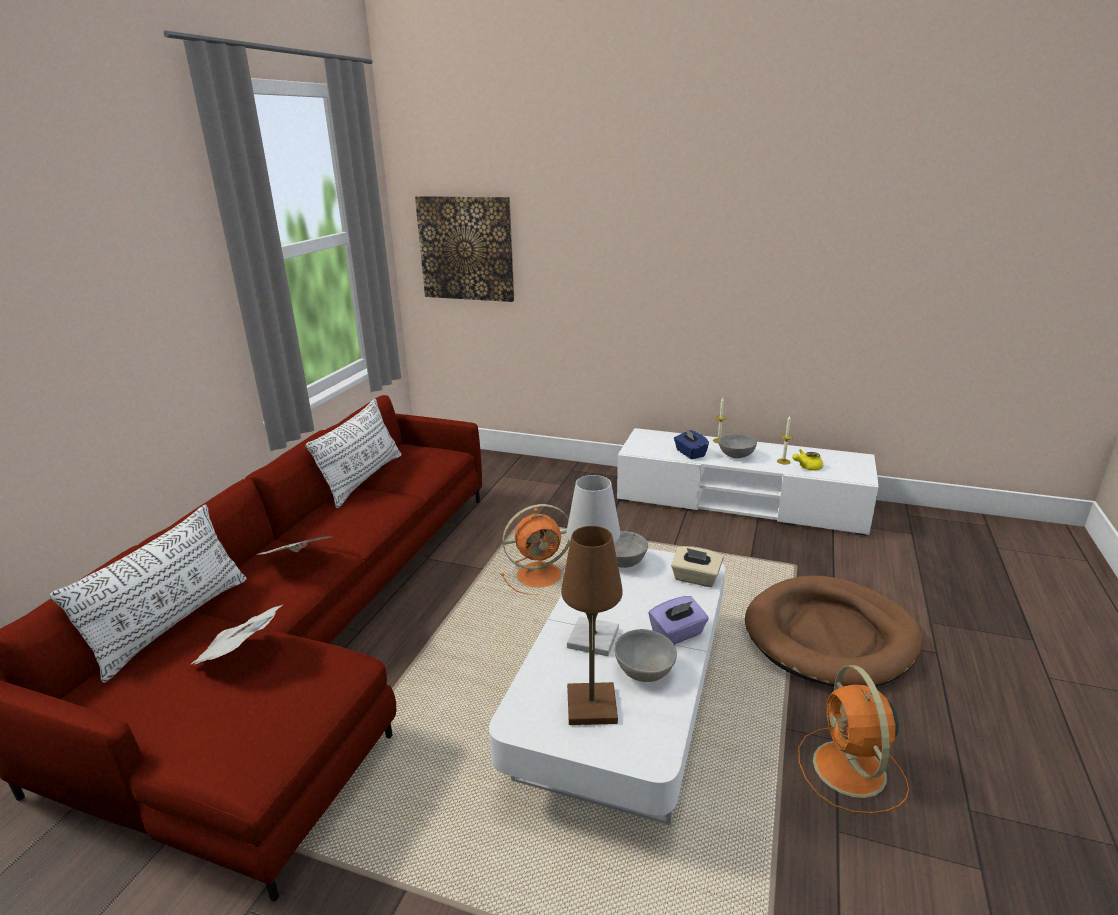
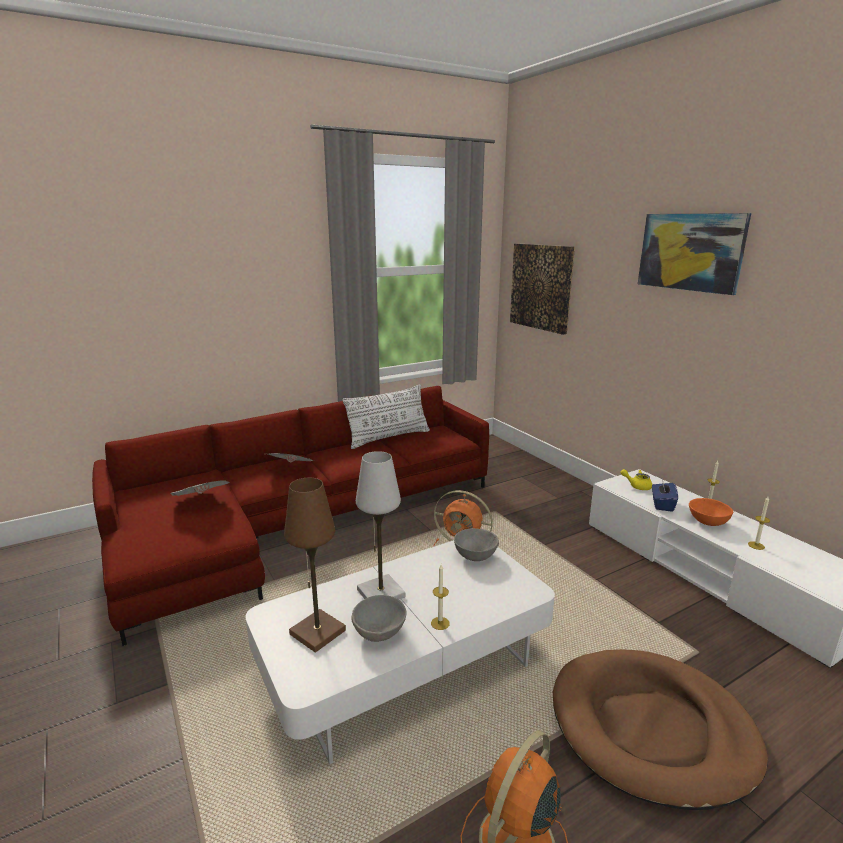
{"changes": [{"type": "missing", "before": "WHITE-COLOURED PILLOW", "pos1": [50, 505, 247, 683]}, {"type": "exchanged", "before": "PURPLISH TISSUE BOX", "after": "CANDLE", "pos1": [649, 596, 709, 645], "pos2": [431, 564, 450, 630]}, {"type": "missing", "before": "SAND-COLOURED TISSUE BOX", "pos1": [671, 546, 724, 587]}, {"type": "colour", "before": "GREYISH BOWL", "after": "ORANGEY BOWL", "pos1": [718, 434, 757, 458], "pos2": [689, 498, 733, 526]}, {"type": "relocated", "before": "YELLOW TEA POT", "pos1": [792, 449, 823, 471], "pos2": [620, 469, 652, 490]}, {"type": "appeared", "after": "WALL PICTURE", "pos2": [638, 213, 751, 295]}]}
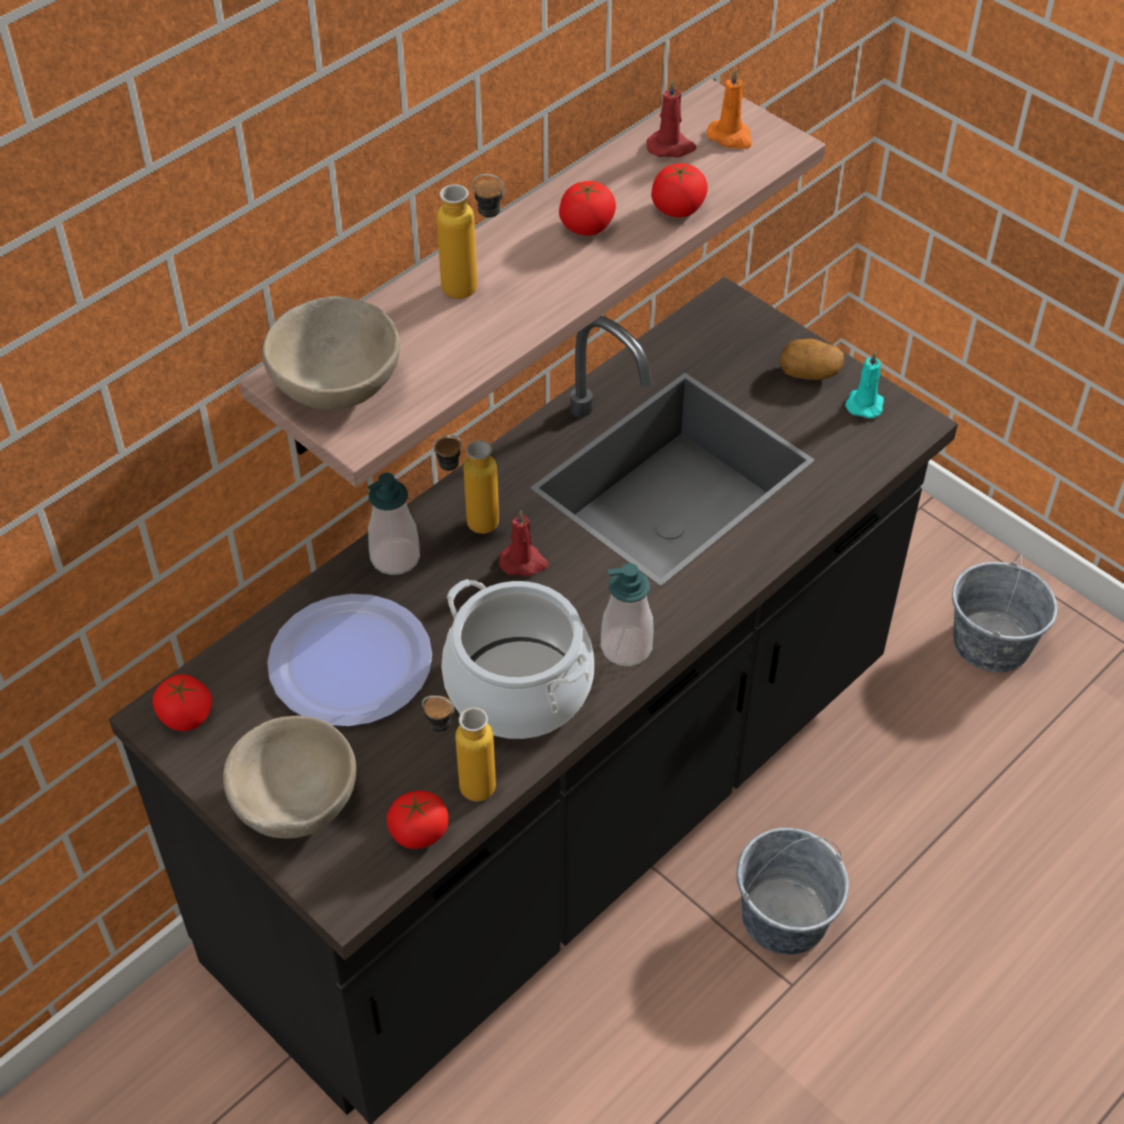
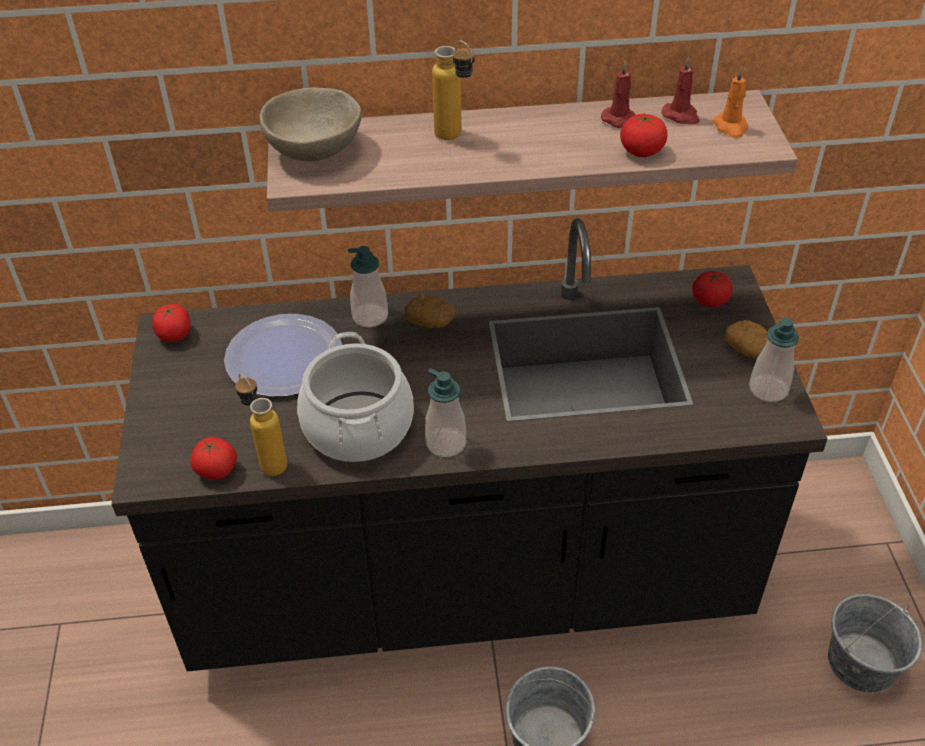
{"changes": [{"type": "missing", "before": "SAND-COLOURED BOWL", "pos1": [223, 716, 356, 839]}, {"type": "exchanged", "before": "BEVERAGE BOTTLE", "after": "WHOLE POTATO", "pos1": [433, 435, 499, 534], "pos2": [404, 295, 455, 328]}, {"type": "relocated", "before": "RED CANDLE", "pos1": [499, 510, 548, 576], "pos2": [601, 61, 635, 129]}, {"type": "relocated", "before": "WHOLE TOMATO", "pos1": [559, 181, 616, 236], "pos2": [692, 271, 733, 308]}, {"type": "exchanged", "before": "TURQUOISE CANDLE", "after": "SOAP BOTTLE", "pos1": [845, 351, 884, 419], "pos2": [749, 318, 799, 402]}]}
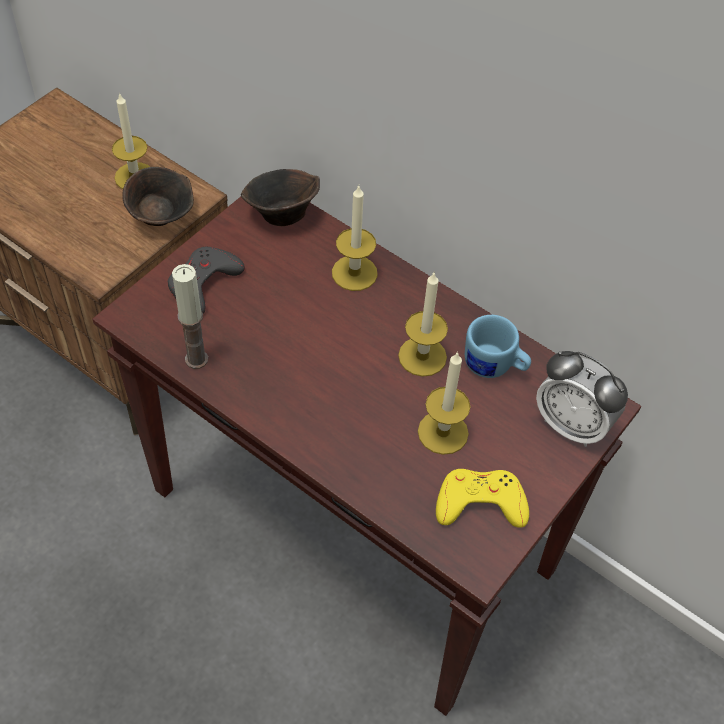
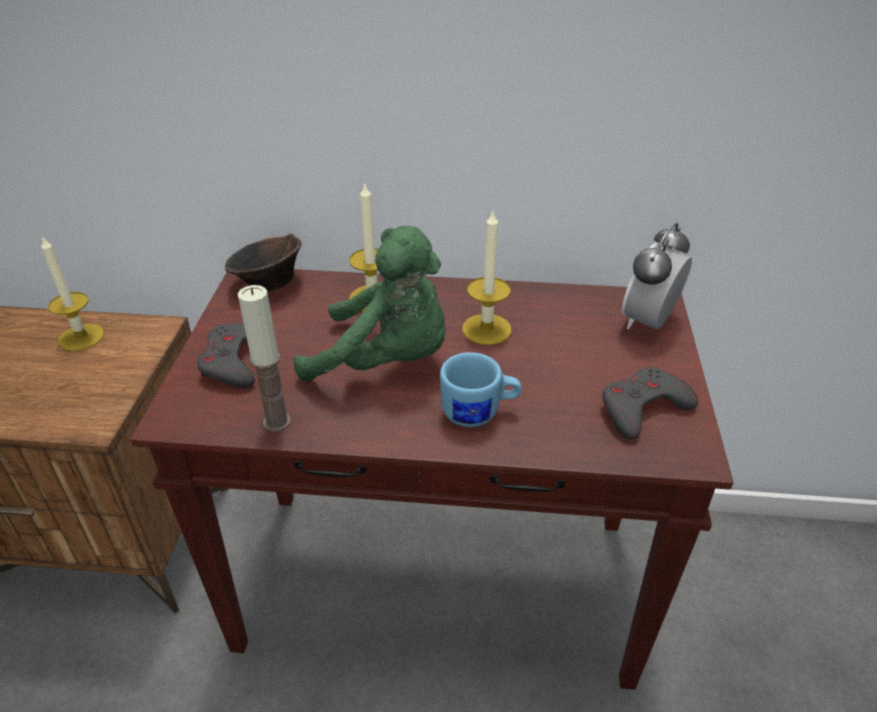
{"changes": [{"type": "missing", "before": "BROWNISH BOWL", "pos1": [122, 167, 194, 226]}, {"type": "missing", "before": "CANDLE", "pos1": [418, 351, 471, 455]}, {"type": "colour", "before": "YELLOW GAME CONTROLLER", "after": "GREYISH GAME CONTROLLER", "pos1": [436, 469, 529, 528], "pos2": [602, 367, 698, 440]}, {"type": "relocated", "before": "BLUISH TEA MUG", "pos1": [465, 315, 531, 378], "pos2": [440, 352, 522, 427]}, {"type": "spun", "before": "TABLE CLOCK", "pos1": [536, 351, 628, 447], "pos2": [621, 223, 692, 330], "turn": 120}, {"type": "appeared", "after": "GREENISH PLUSH TOY", "pos2": [294, 226, 446, 382]}]}
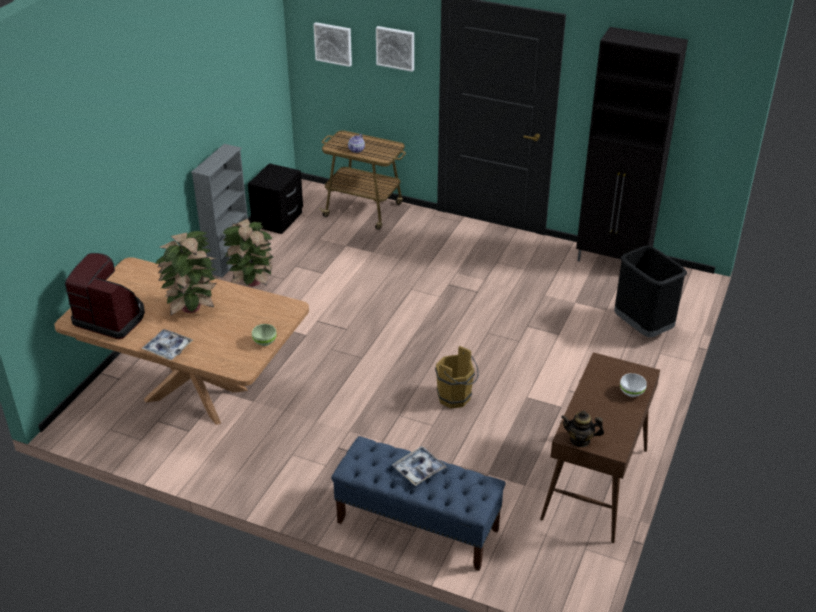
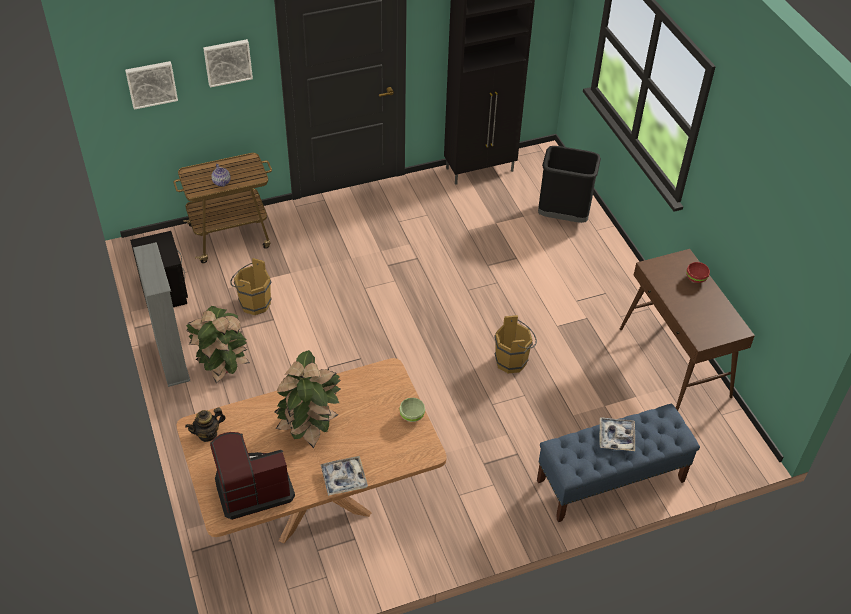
{"changes": [{"type": "relocated", "before": "TEA POT", "pos1": [561, 410, 604, 447], "pos2": [185, 408, 226, 442]}, {"type": "colour", "before": "WHITE-COLOURED BOWL", "after": "RED BOWL", "pos1": [620, 373, 647, 397], "pos2": [686, 262, 710, 283]}, {"type": "appeared", "after": "BROWNISH PAIL", "pos2": [230, 258, 272, 315]}]}
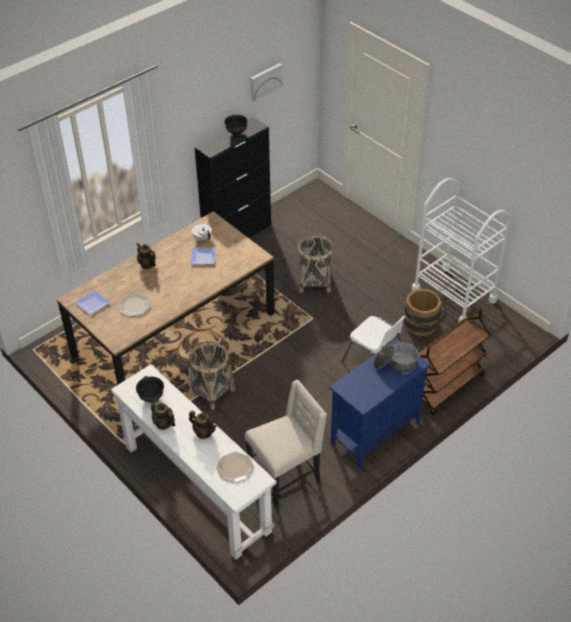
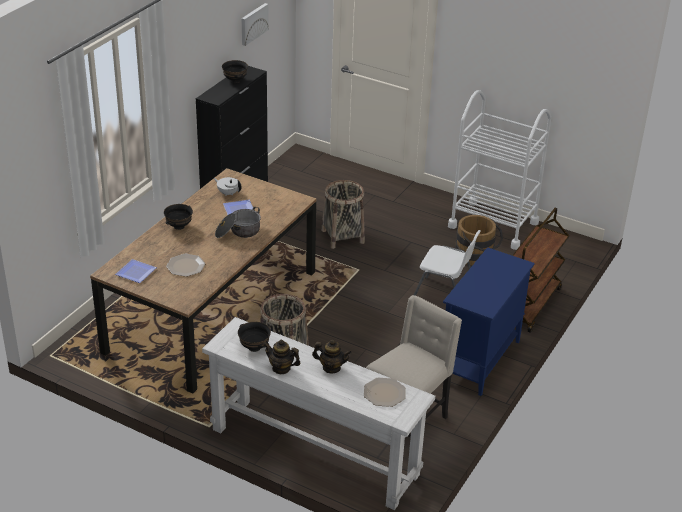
{"changes": [{"type": "exchanged", "before": "TEA POT", "after": "BLACK-COLOURED BOWL", "pos1": [137, 243, 156, 269], "pos2": [164, 204, 193, 230]}, {"type": "relocated", "before": "SAUCEPOT", "pos1": [373, 342, 420, 372], "pos2": [215, 207, 261, 238]}]}
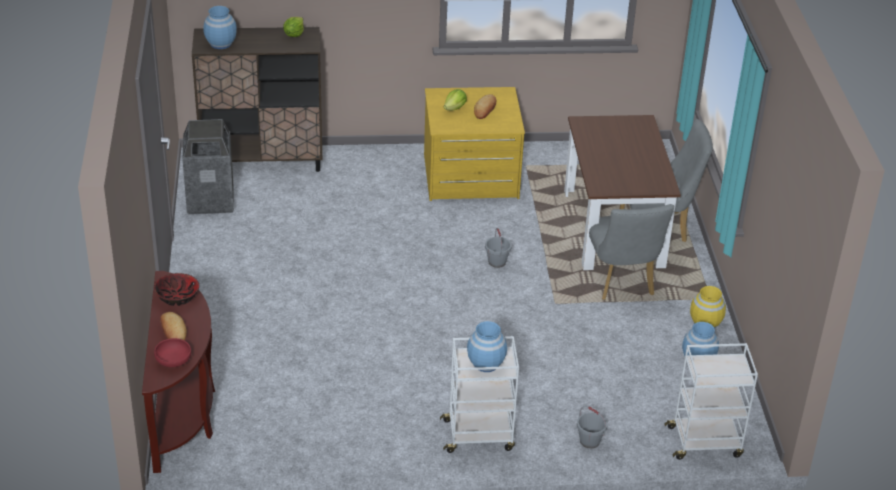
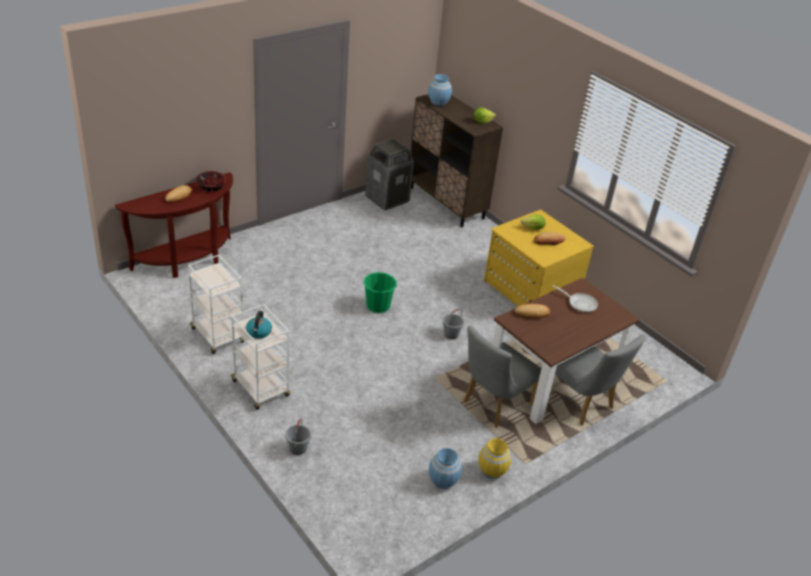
{"changes": [{"type": "missing", "before": "RED BOWL", "pos1": [154, 338, 191, 367]}, {"type": "exchanged", "before": "BLUISH FLOWER VASE", "after": "TEA KETTLE", "pos1": [467, 321, 507, 372], "pos2": [246, 311, 272, 339]}, {"type": "relocated", "before": "WHITE-COLOURED TROLLEY", "pos1": [664, 343, 758, 460], "pos2": [188, 255, 244, 354]}, {"type": "appeared", "after": "GREENISH PAIL", "pos2": [363, 272, 397, 313]}, {"type": "appeared", "after": "BREAD", "pos2": [515, 304, 550, 319]}, {"type": "appeared", "after": "FRYING PAN", "pos2": [553, 285, 598, 313]}]}
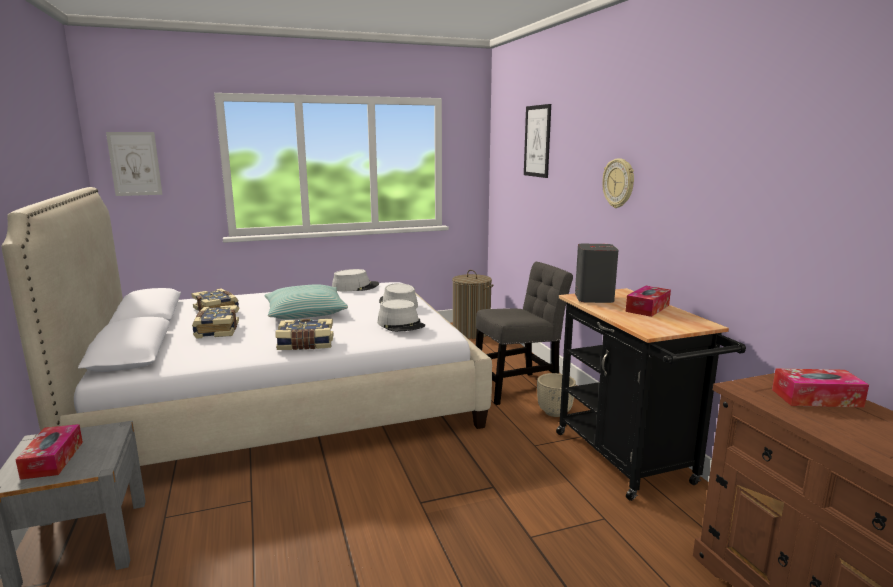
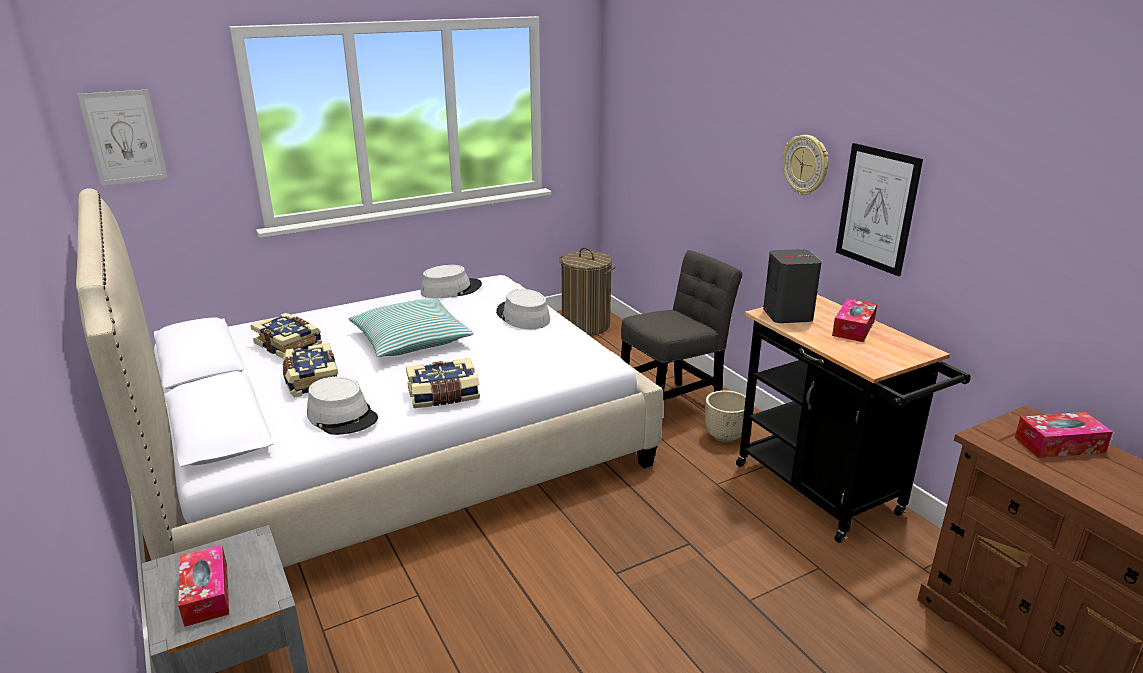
{"changes": [{"type": "relocated", "before": "GREYISH HAT", "pos1": [377, 299, 425, 332], "pos2": [307, 377, 378, 435]}, {"type": "relocated", "before": "WALL PICTURE", "pos1": [524, 104, 551, 178], "pos2": [836, 143, 923, 276]}]}
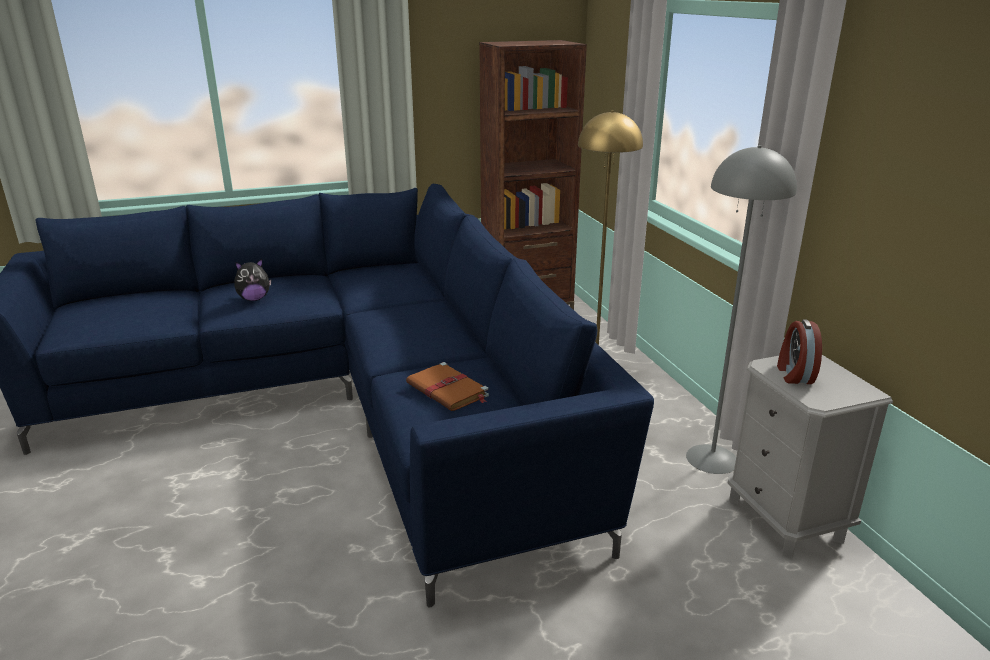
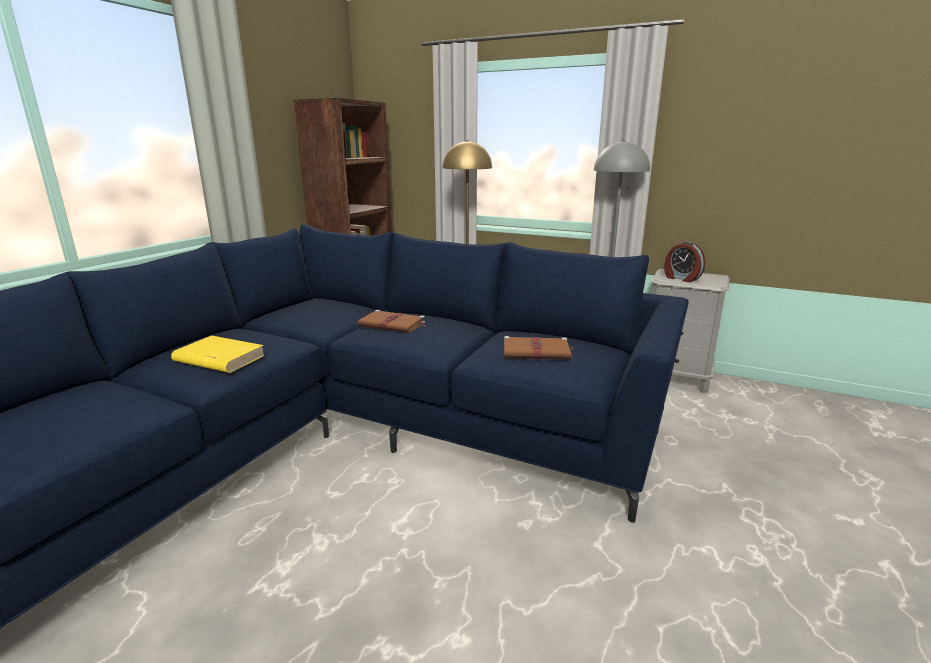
{"changes": [{"type": "exchanged", "before": "PLUSH TOY", "after": "YELLOW BOOK", "pos1": [235, 259, 271, 301], "pos2": [171, 335, 265, 373]}, {"type": "appeared", "after": "BROWNISH BOOK", "pos2": [357, 310, 425, 333]}]}
